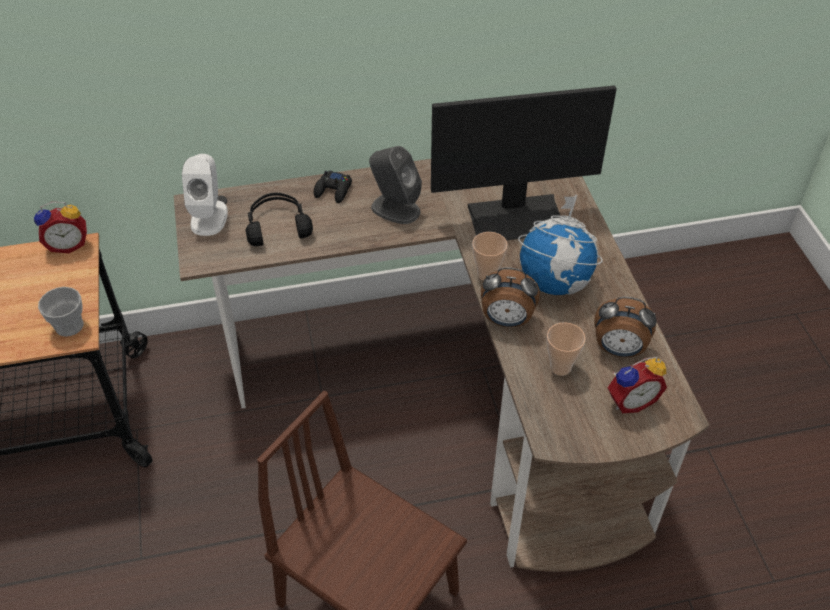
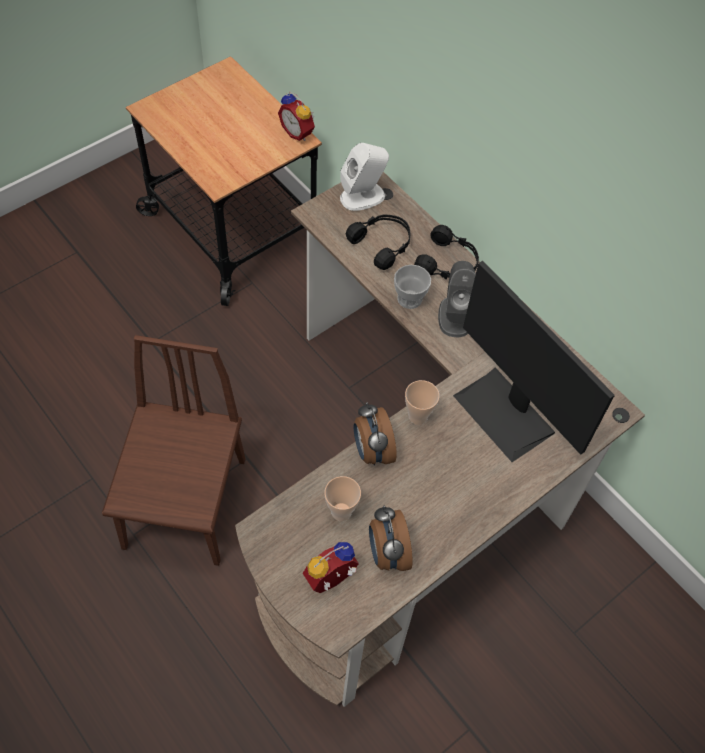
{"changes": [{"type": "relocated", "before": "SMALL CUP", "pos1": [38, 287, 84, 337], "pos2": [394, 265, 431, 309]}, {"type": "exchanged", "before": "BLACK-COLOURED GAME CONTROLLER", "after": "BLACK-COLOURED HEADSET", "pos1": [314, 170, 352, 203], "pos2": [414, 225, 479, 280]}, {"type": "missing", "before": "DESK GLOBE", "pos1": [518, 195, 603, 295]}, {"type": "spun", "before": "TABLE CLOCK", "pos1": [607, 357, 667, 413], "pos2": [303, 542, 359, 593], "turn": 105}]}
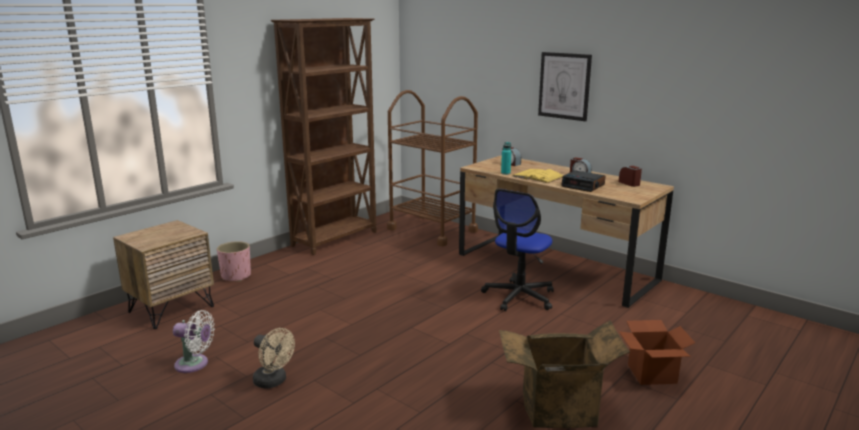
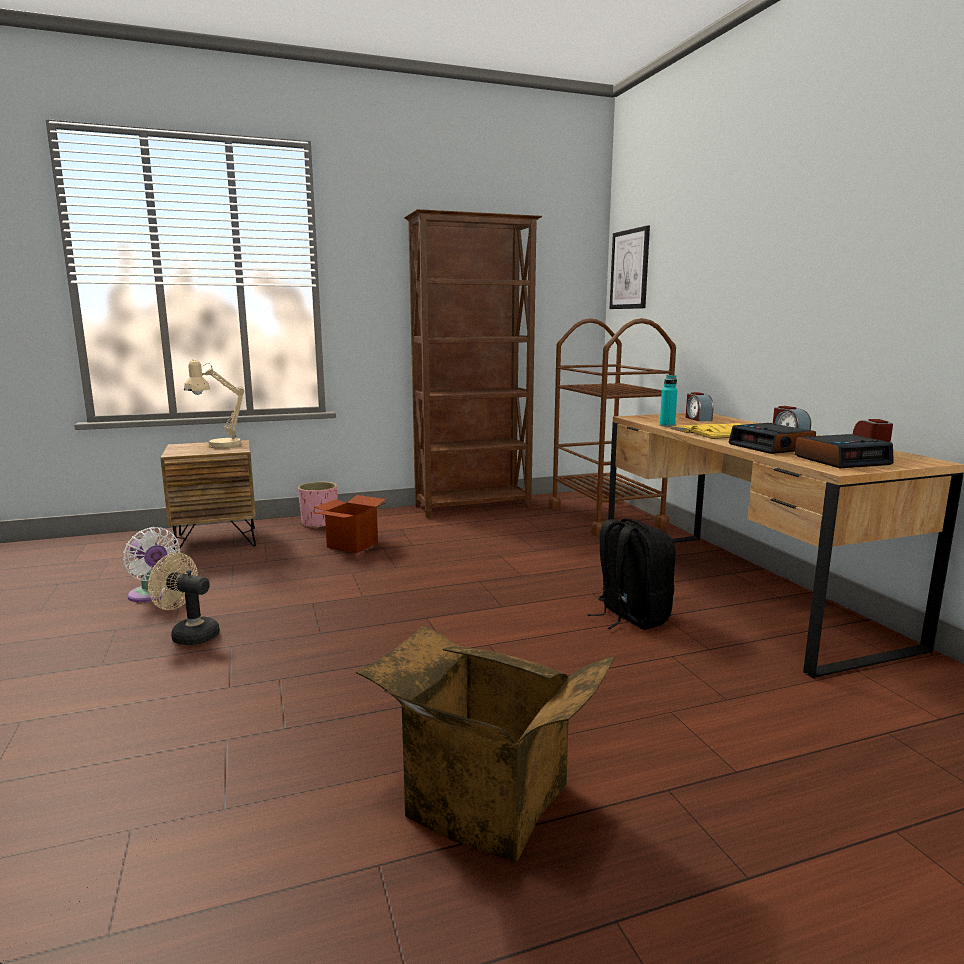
{"changes": [{"type": "spun", "before": "SAND-COLOURED COOLING FAN", "pos1": [253, 328, 295, 389], "pos2": [148, 552, 220, 645], "turn": 135}, {"type": "exchanged", "before": "OFFICE CHAIR", "after": "BLACK-COLOURED KNAPSACK", "pos1": [481, 189, 554, 311], "pos2": [587, 518, 675, 630]}, {"type": "relocated", "before": "WALL PICTURE", "pos1": [538, 52, 592, 121], "pos2": [610, 225, 650, 309]}, {"type": "relocated", "before": "CARTON", "pos1": [619, 320, 695, 385], "pos2": [314, 495, 386, 553]}, {"type": "appeared", "after": "SAND-COLOURED TABLETOP LAMP", "pos2": [184, 360, 245, 449]}, {"type": "appeared", "after": "TABLE CLOCK", "pos2": [795, 434, 894, 468]}]}
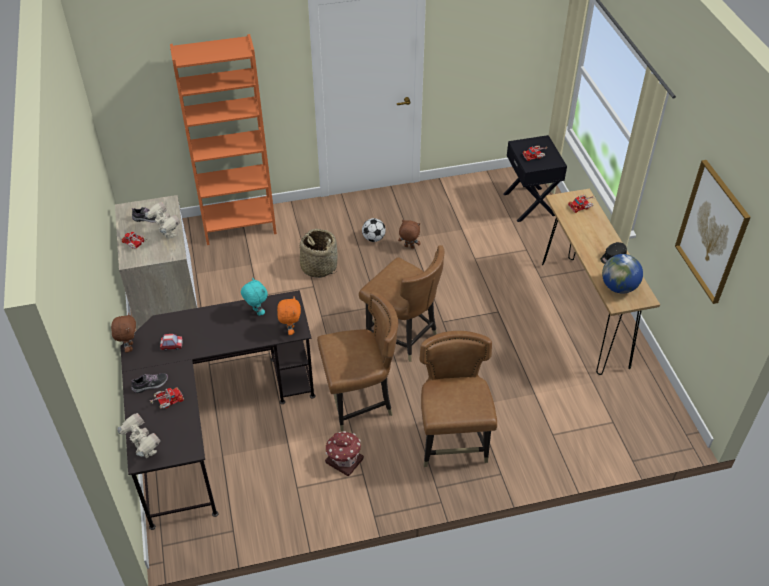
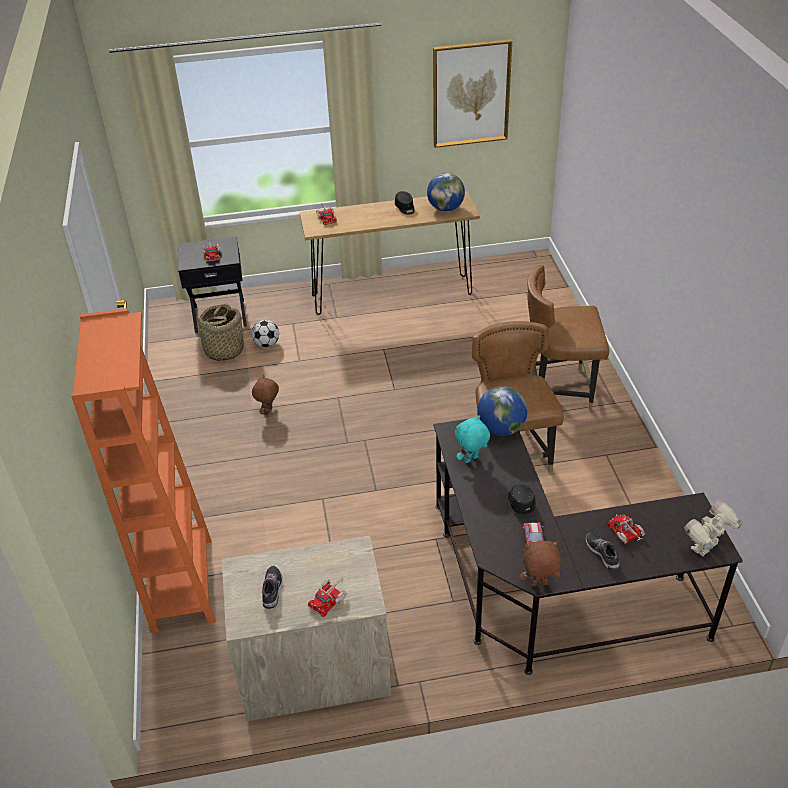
{"changes": [{"type": "missing", "before": "MODEL ROBOT", "pos1": [145, 202, 180, 239]}, {"type": "exchanged", "before": "ORANGEY PLUSH TOY", "after": "DESK GLOBE", "pos1": [277, 297, 301, 335], "pos2": [477, 386, 527, 436]}, {"type": "relocated", "before": "HOUSEHOLD BASKET", "pos1": [299, 229, 338, 278], "pos2": [198, 304, 244, 361]}, {"type": "missing", "before": "MINIATURE HOUSE", "pos1": [325, 431, 364, 477]}, {"type": "missing", "before": "BROWNISH CHAIR", "pos1": [359, 245, 444, 362]}, {"type": "relocated", "before": "BALL FOR FOOTBALL", "pos1": [362, 218, 386, 242], "pos2": [252, 320, 279, 347]}, {"type": "appeared", "after": "BLACK-COLOURED BASEBALL CAP", "pos2": [508, 484, 536, 514]}]}
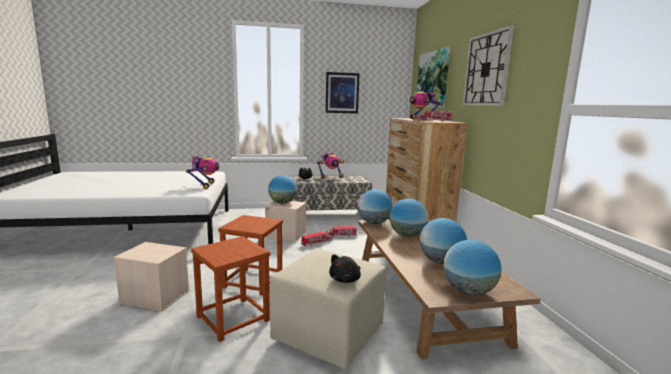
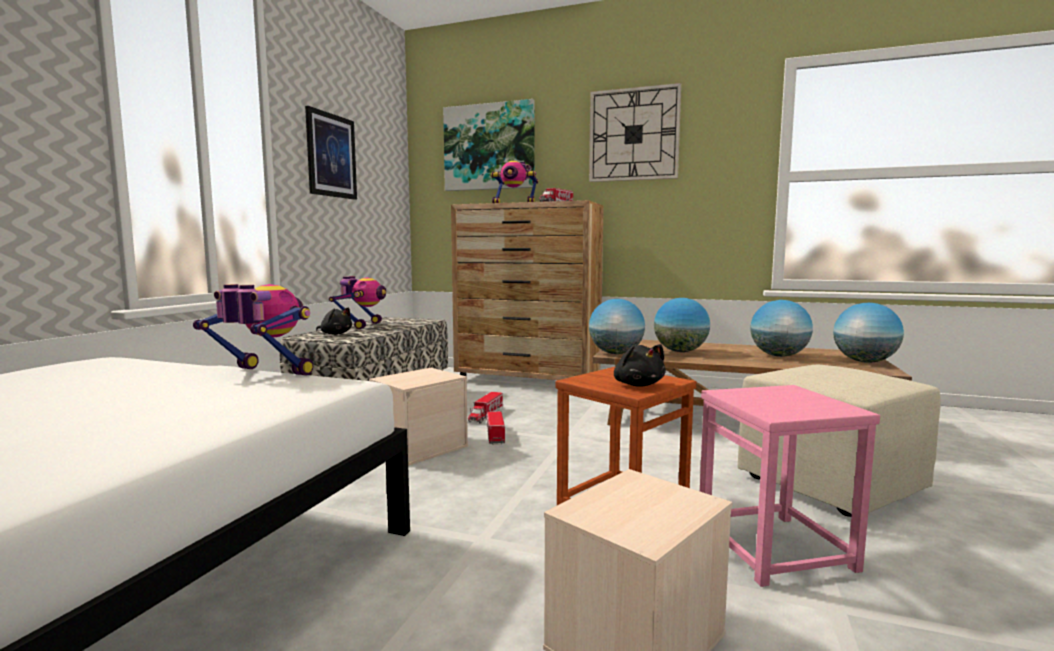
{"changes": [{"type": "colour", "before": "BROWNISH SITTING STOOL", "after": "PINK SITTING STOOL", "pos1": [191, 236, 270, 342], "pos2": [700, 385, 880, 587]}, {"type": "missing", "before": "DESK GLOBE", "pos1": [268, 175, 297, 204]}, {"type": "relocated", "before": "BLACK-COLOURED PLUSH TOY", "pos1": [329, 254, 361, 283], "pos2": [614, 344, 666, 387]}]}
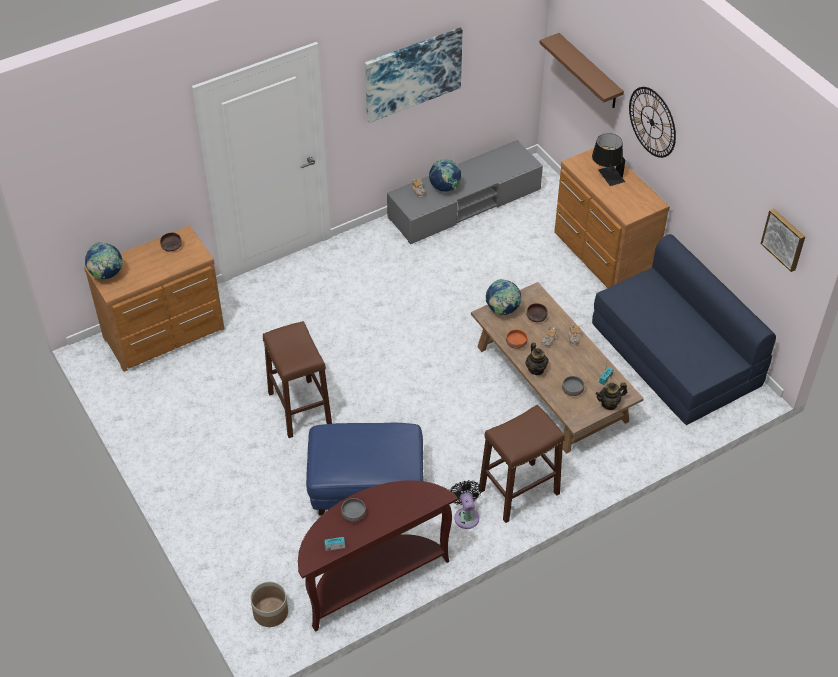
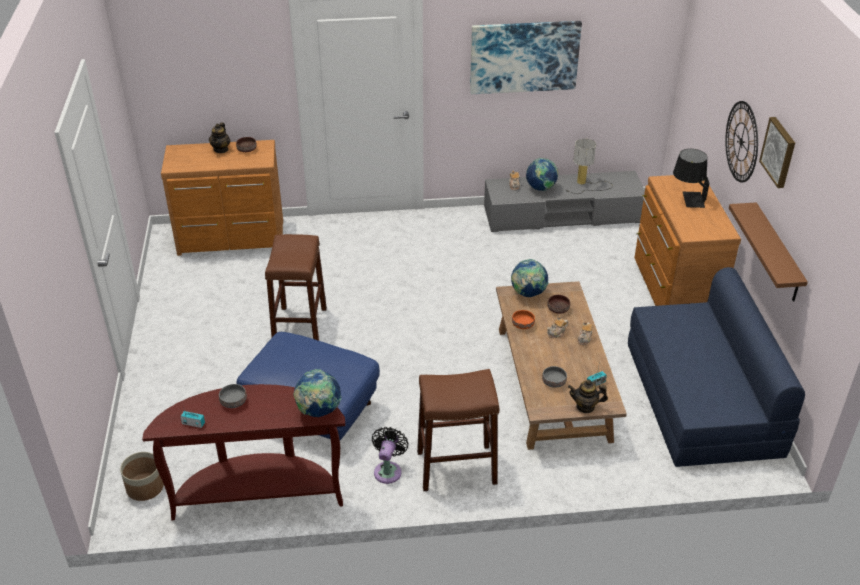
{"changes": [{"type": "relocated", "before": "DESK GLOBE", "pos1": [85, 242, 123, 279], "pos2": [294, 369, 342, 417]}, {"type": "relocated", "before": "TEA POT", "pos1": [525, 342, 549, 375], "pos2": [209, 123, 230, 153]}, {"type": "relocated", "before": "BROWNISH WALL SHELF", "pos1": [540, 33, 624, 108], "pos2": [729, 202, 808, 302]}, {"type": "relocated", "before": "WALL PICTURE", "pos1": [761, 208, 805, 272], "pos2": [759, 117, 795, 188]}, {"type": "appeared", "after": "TABLETOP LAMP", "pos2": [567, 139, 613, 194]}]}
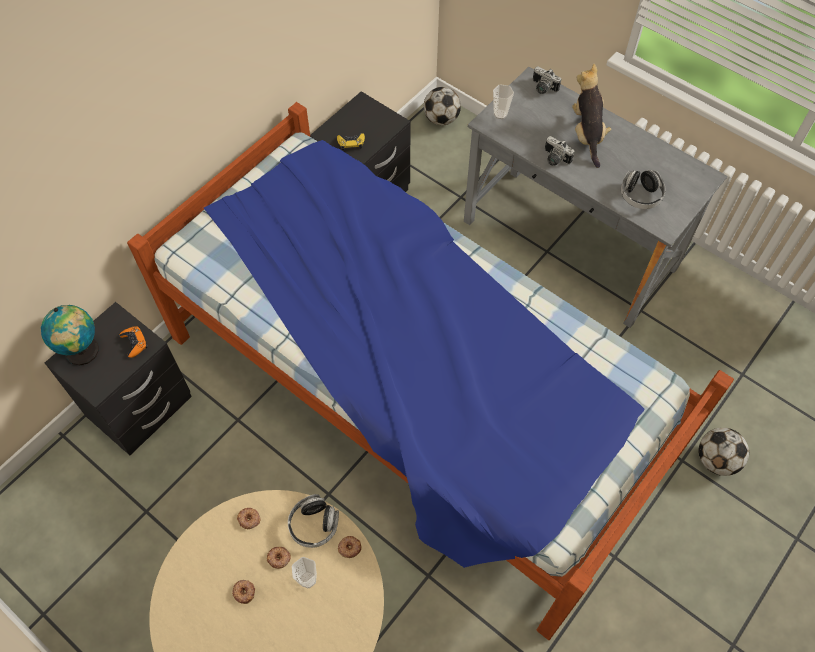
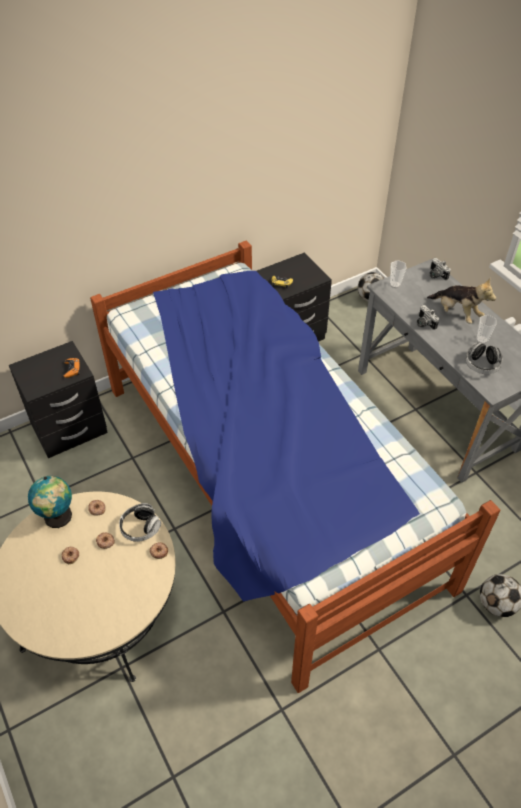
{"changes": [{"type": "relocated", "before": "DESK GLOBE", "pos1": [41, 305, 99, 365], "pos2": [28, 476, 72, 528]}, {"type": "relocated", "before": "SMALL CUP", "pos1": [291, 557, 317, 588], "pos2": [477, 315, 497, 344]}, {"type": "spun", "before": "PLUSH TOY", "pos1": [572, 64, 611, 168], "pos2": [427, 278, 496, 324], "turn": 120}]}
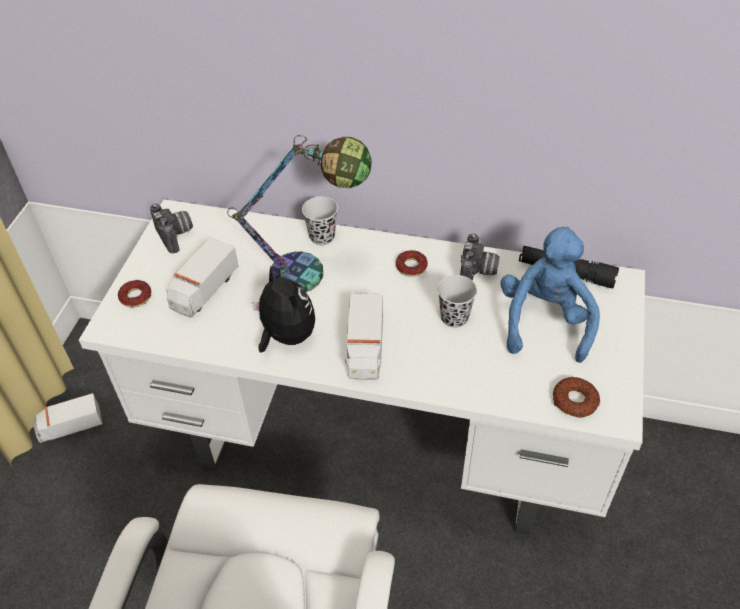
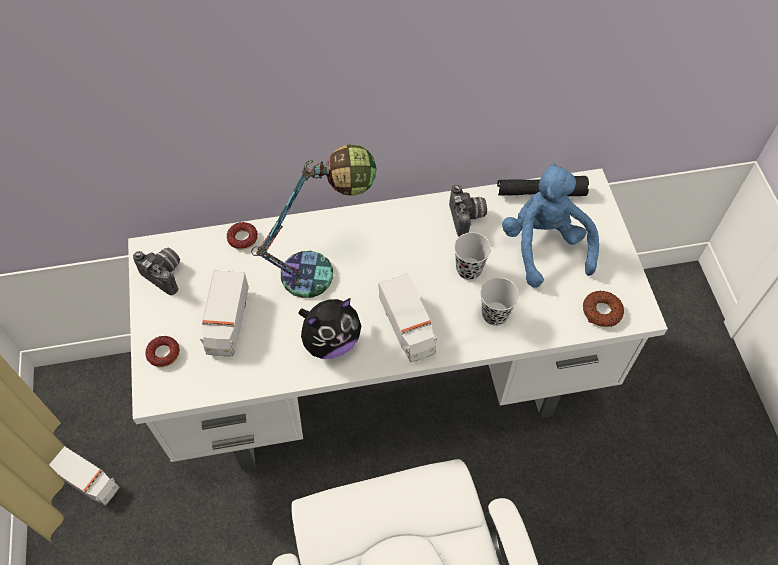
{"changes": [{"type": "spun", "before": "TOY LORRY", "pos1": [34, 393, 103, 443], "pos2": [49, 446, 120, 506], "turn": -105}, {"type": "spun", "before": "PLUSH TOY", "pos1": [252, 266, 315, 353], "pos2": [298, 298, 361, 359], "turn": 120}, {"type": "relocated", "before": "BLACK-COLOURED SMALL CUP", "pos1": [302, 196, 338, 245], "pos2": [481, 278, 519, 326]}, {"type": "relocated", "before": "DONUT", "pos1": [396, 250, 428, 276], "pos2": [227, 222, 258, 250]}]}
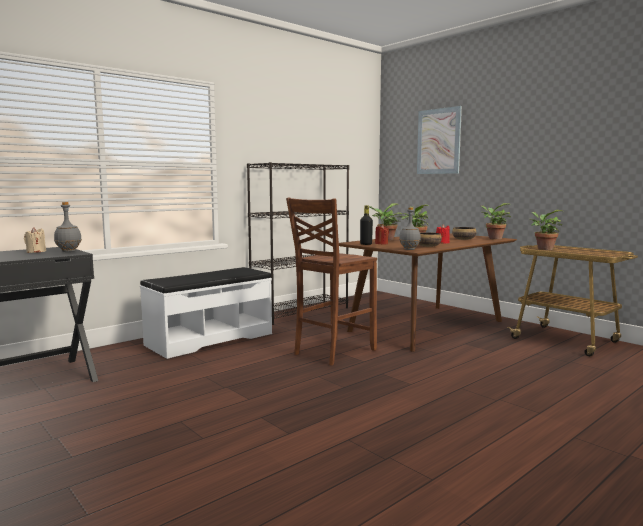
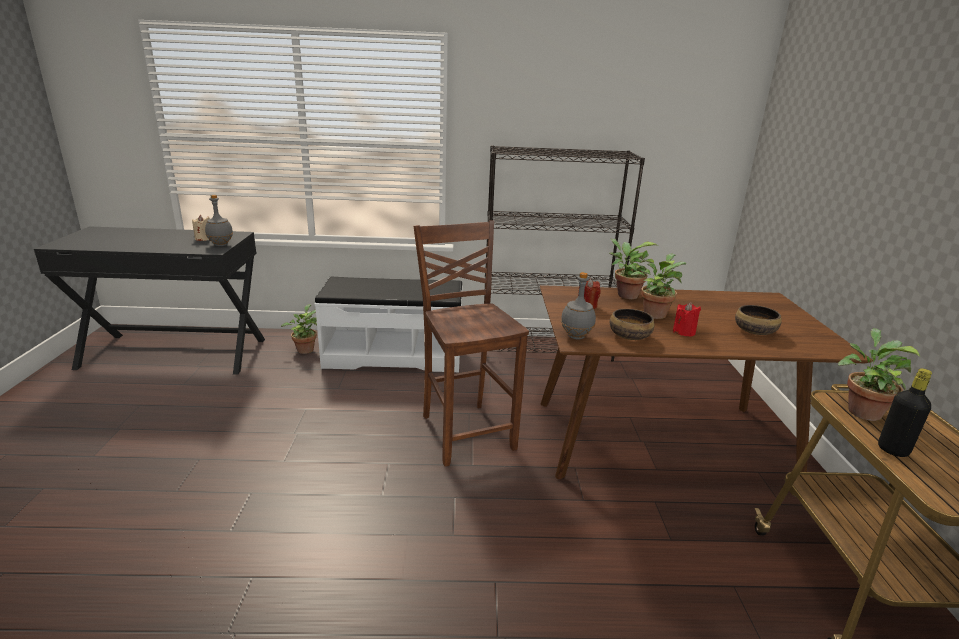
{"changes": [{"type": "spun", "before": "BROWNISH CHAIR", "pos1": [286, 197, 377, 366], "pos2": [414, 221, 529, 467], "turn": 75}, {"type": "relocated", "before": "BLACK-COLOURED BEVERAGE BOTTLE", "pos1": [360, 205, 373, 245], "pos2": [878, 368, 932, 457]}, {"type": "missing", "before": "WALL PICTURE", "pos1": [417, 106, 462, 174]}, {"type": "relocated", "before": "HOUSEPLANT", "pos1": [480, 203, 511, 239], "pos2": [281, 304, 317, 354]}]}
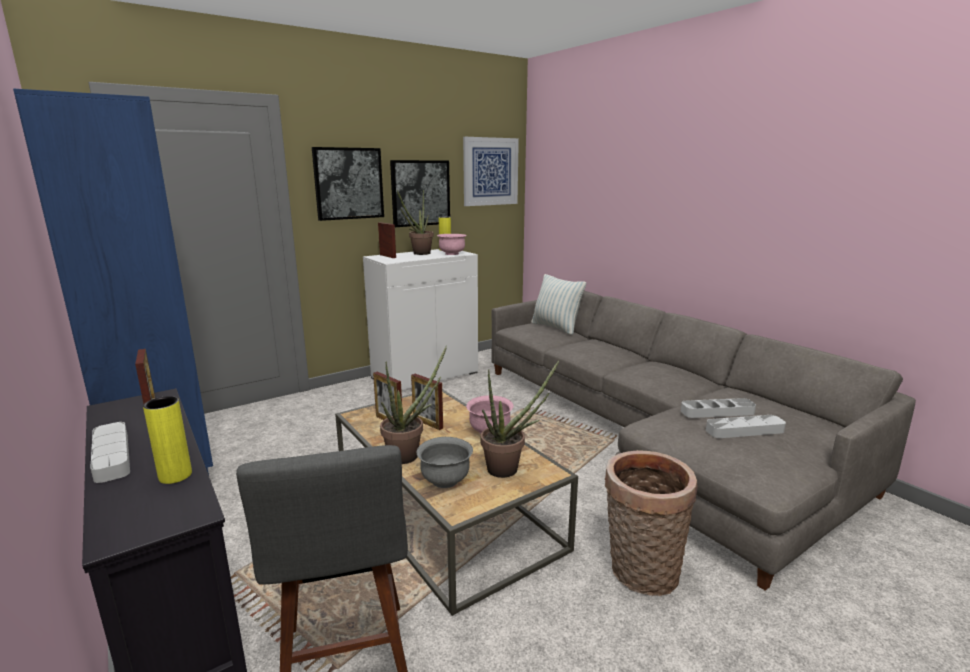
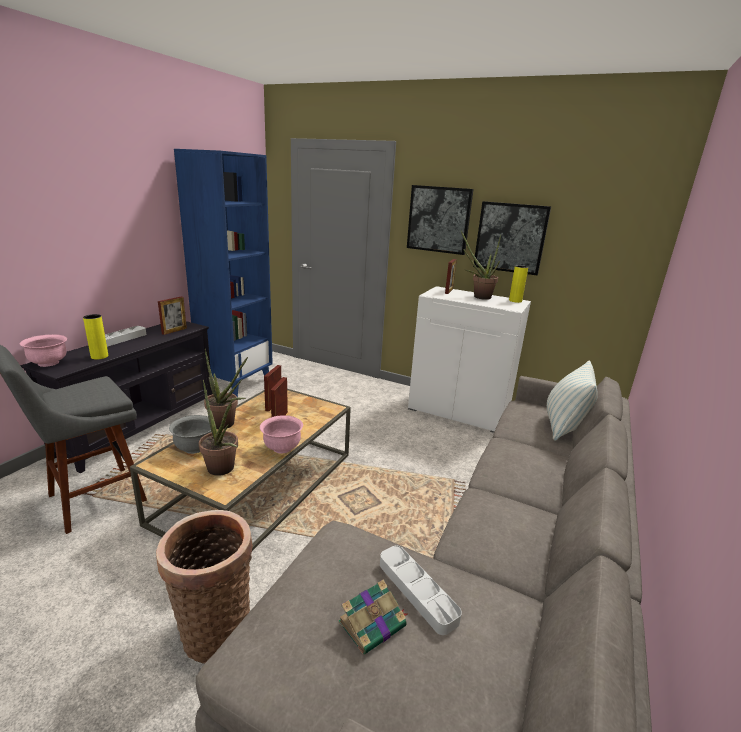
{"changes": [{"type": "relocated", "before": "PINK BOWL", "pos1": [437, 234, 467, 255], "pos2": [19, 334, 67, 367]}, {"type": "missing", "before": "WALL PICTURE", "pos1": [463, 137, 519, 206]}, {"type": "exchanged", "before": "GREYISH CARRYING TRAY", "after": "BOOK", "pos1": [706, 415, 786, 438], "pos2": [338, 579, 408, 654]}]}
